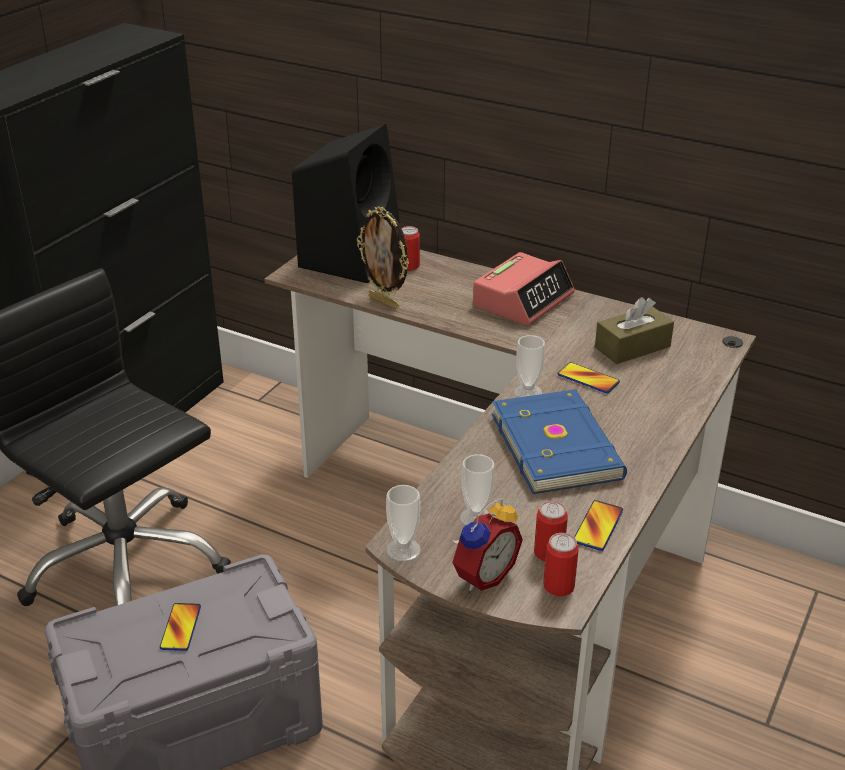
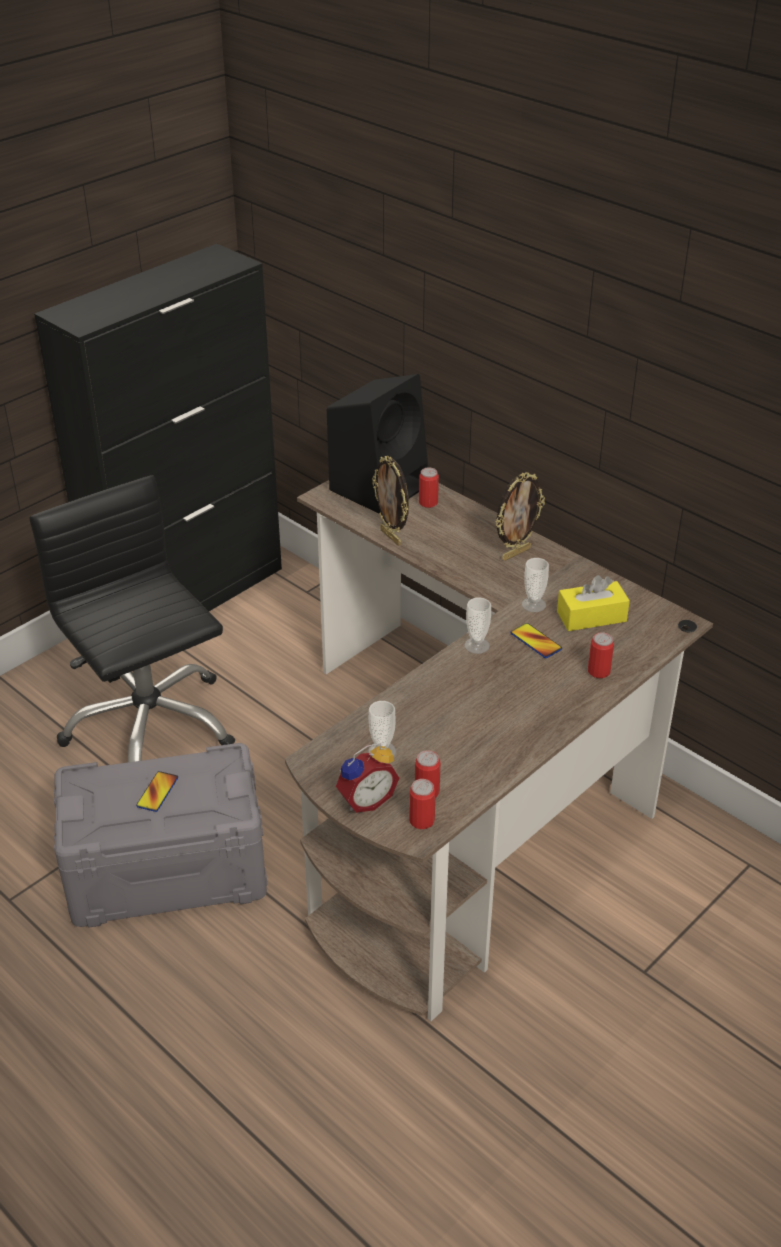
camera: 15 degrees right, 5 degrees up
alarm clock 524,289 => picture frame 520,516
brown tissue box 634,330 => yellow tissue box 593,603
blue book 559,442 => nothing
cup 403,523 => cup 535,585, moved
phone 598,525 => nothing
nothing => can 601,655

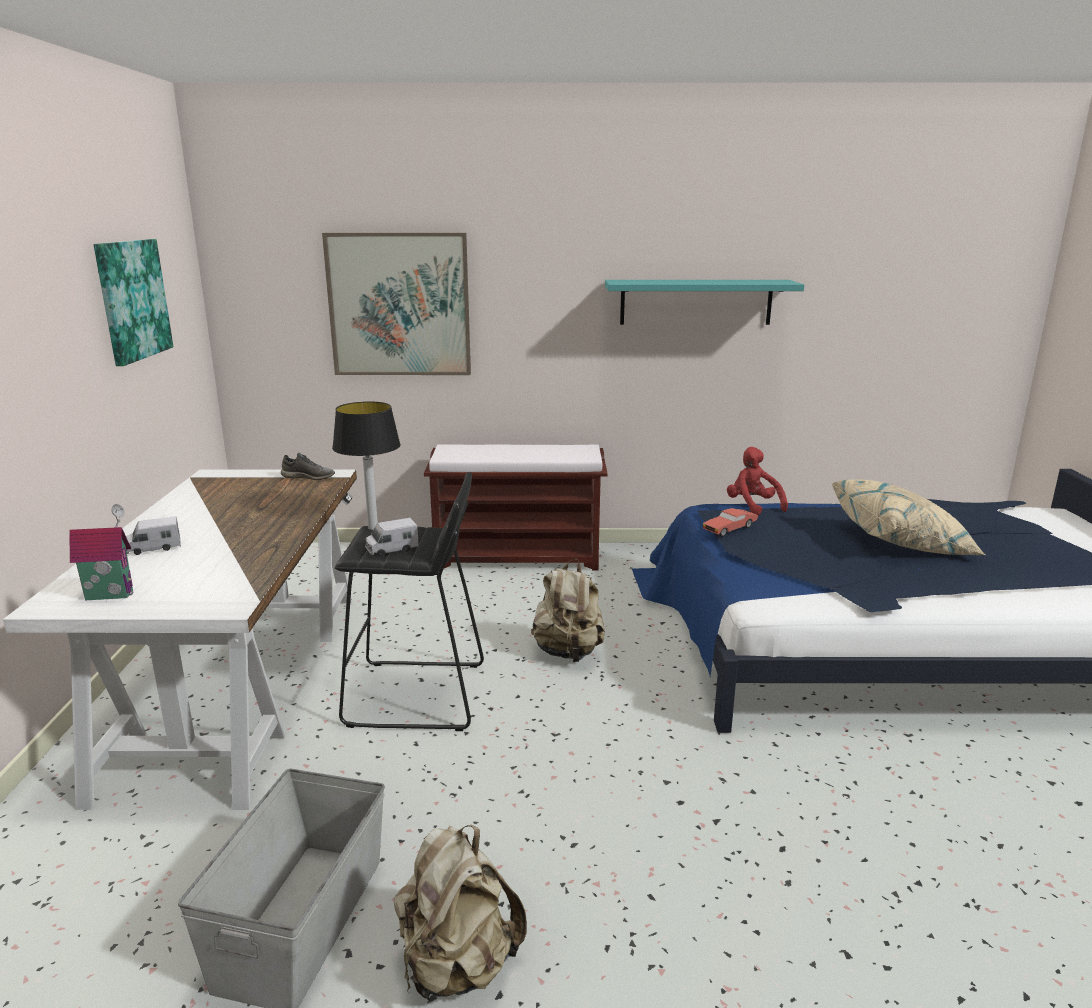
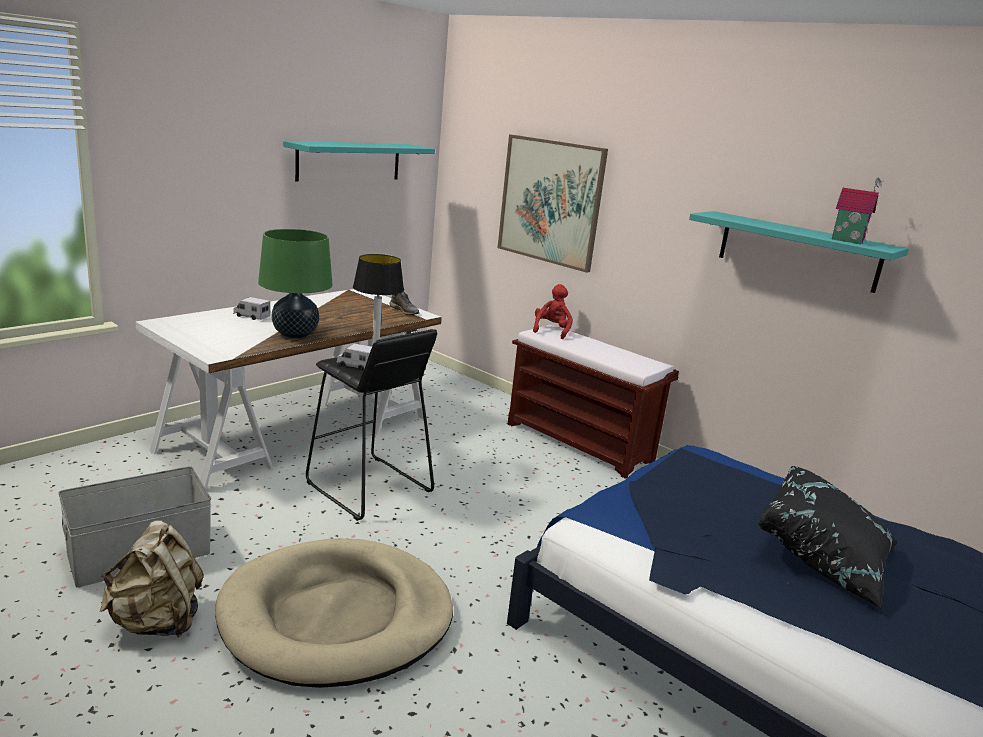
camera: 40 degrees right, 0 degrees up
picture 133,302 => turquoise shelf 359,161
red plush toy 757,481 => red plush toy 553,311, moved
beige pillow 908,517 => black pillow 828,537
toy house 102,552 => toy house 858,211, moved
red toy car 730,522 => nothing
beige backpack 568,610 => nothing
nothing => green table lamp 295,284
nothing => beige dog bed 334,613

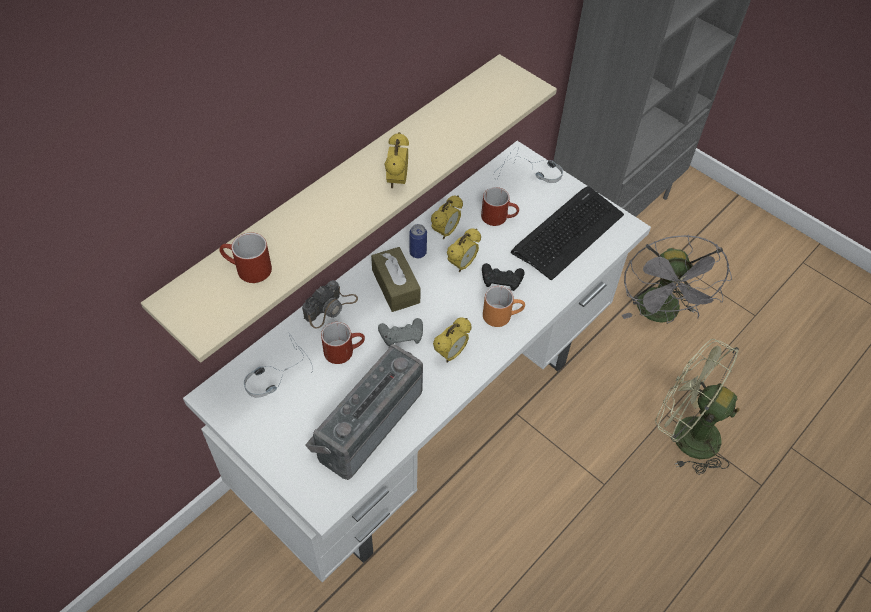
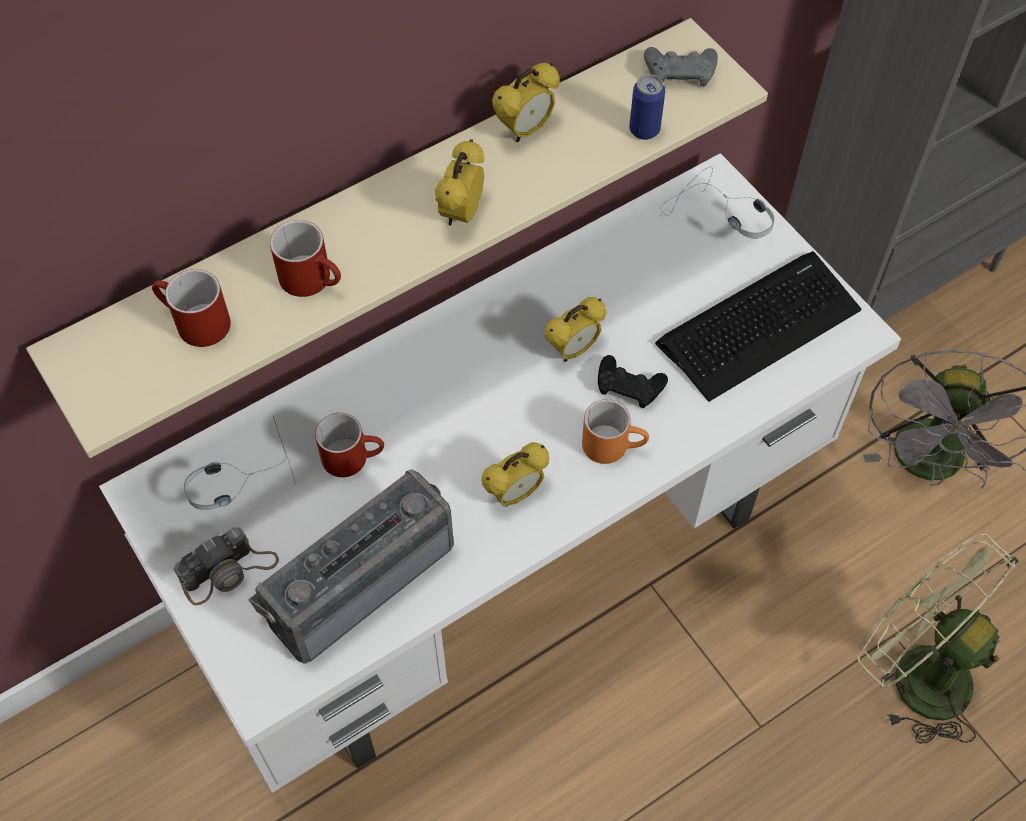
camera: 15 degrees right, 5 degrees up
red mug 500,206 => red mug 305,258, moved
alarm clock 447,217 => alarm clock 526,102, moved
can 418,241 => can 647,107, moved
brown tissue box 396,279 => nothing
photo camera 330,304 => photo camera 226,566, moved
grey game controller 400,332 => grey game controller 681,67, moved

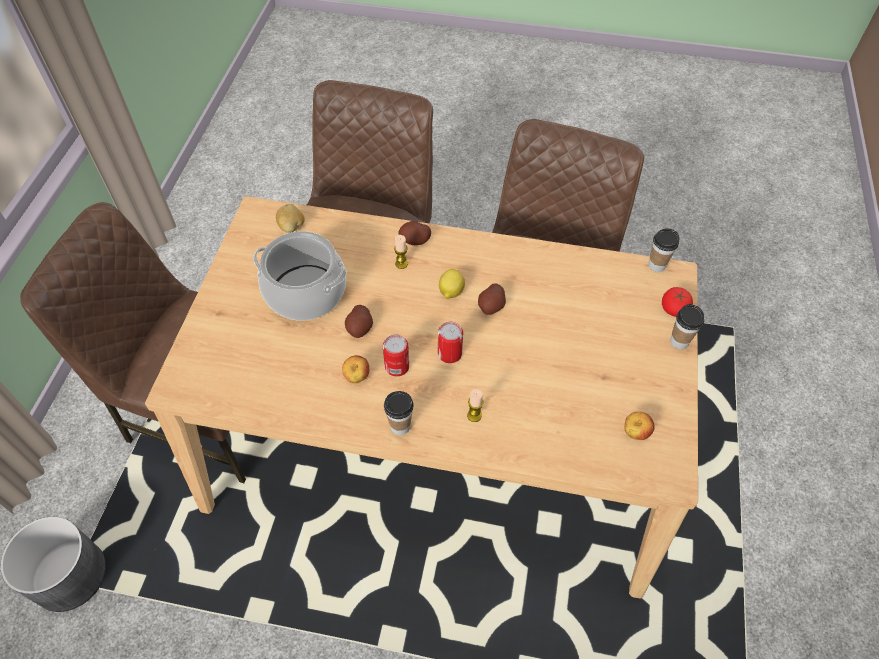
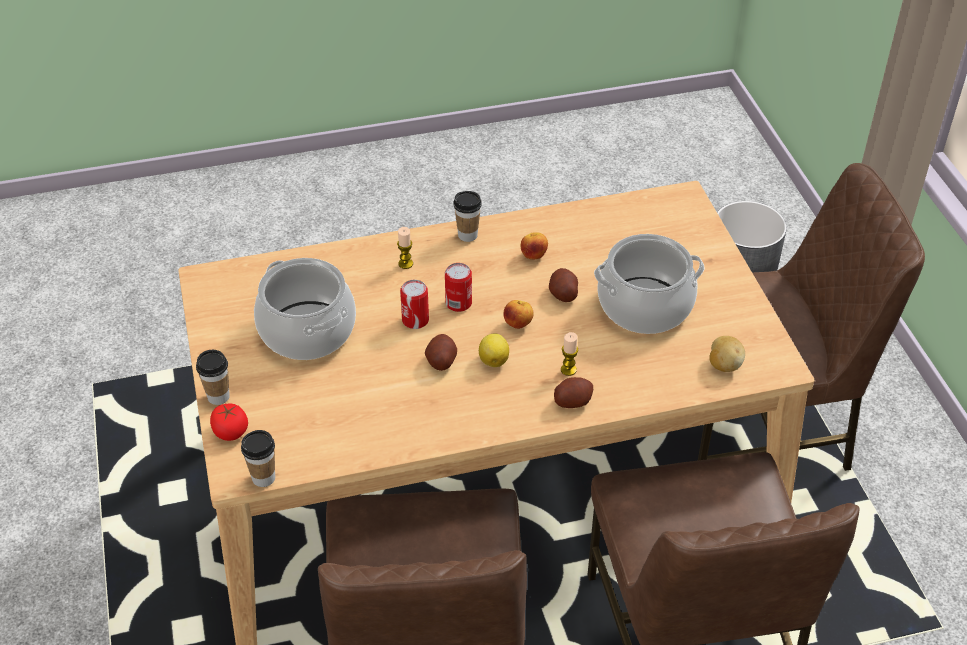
camera: 155 degrees right, 10 degrees down
can 396,355 => can 414,304, moved
apple 639,426 => apple 518,314, moved
nothing => cooking pot 305,309

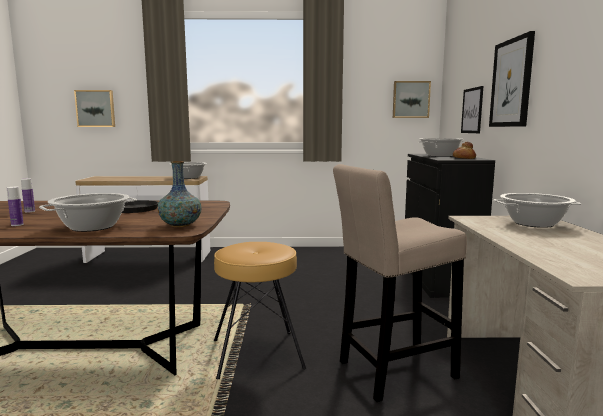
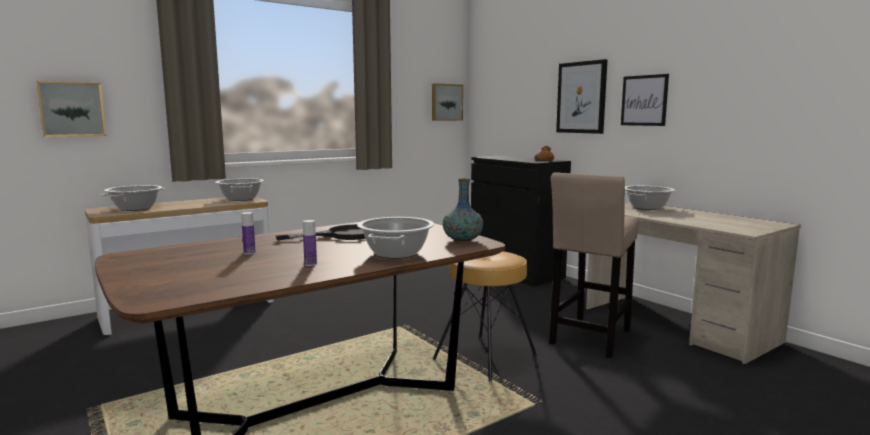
camera: 35 degrees left, 0 degrees up
picture 472,109 => picture 645,100, moved
cooking pot 441,147 => cooking pot 133,198, moved

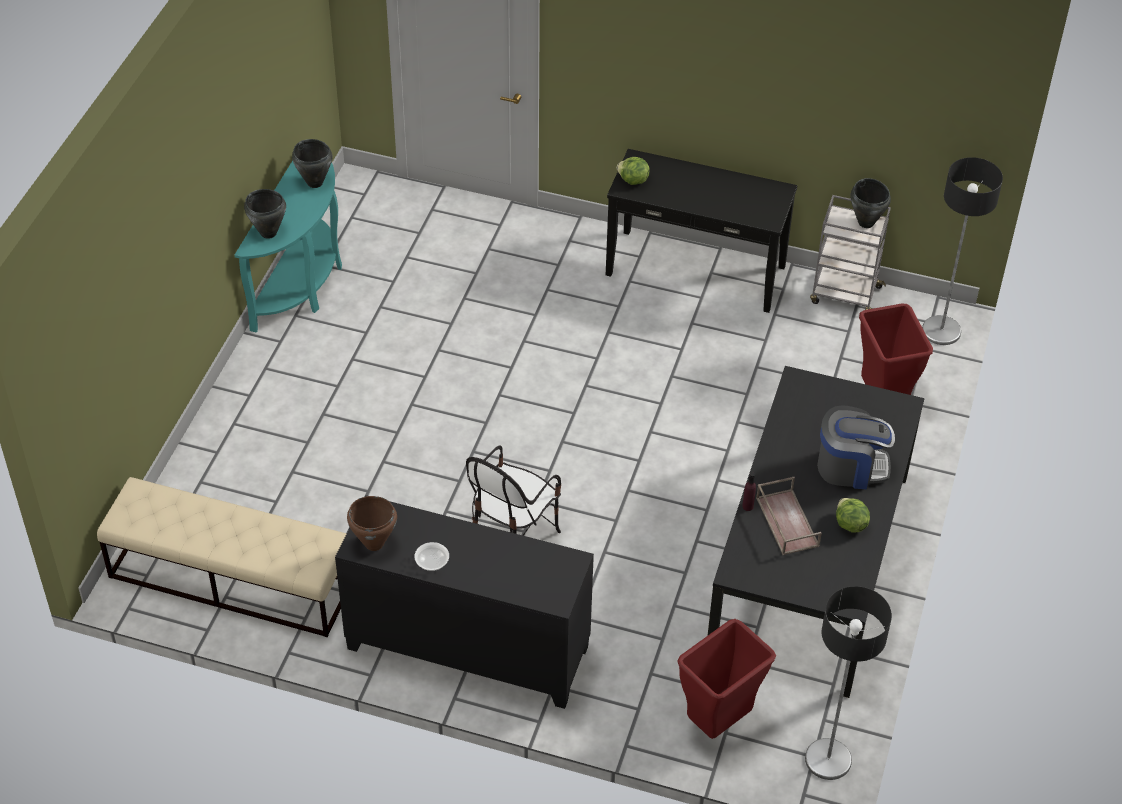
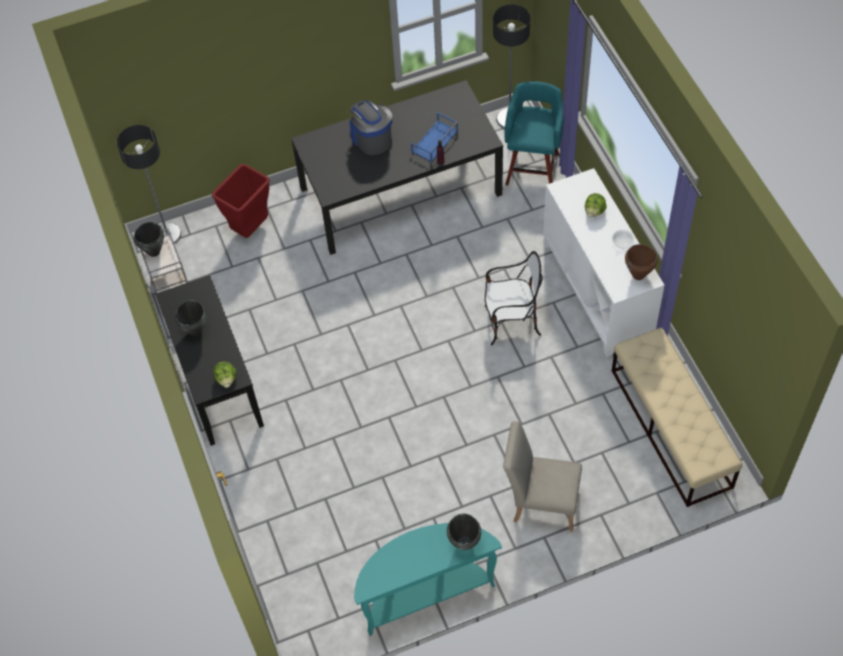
camera: 125 degrees left, 10 degrees up
black cooking pot 312,163 => black cooking pot 191,318, moved
brown tray 789,516 => blue tray 434,137
black cabinet 464,602 => white cabinet 603,262
lettuce 853,515 => lettuce 596,205, moved
red trash can 726,679 => turquoise stool 534,133
nothing => beige chair 542,476

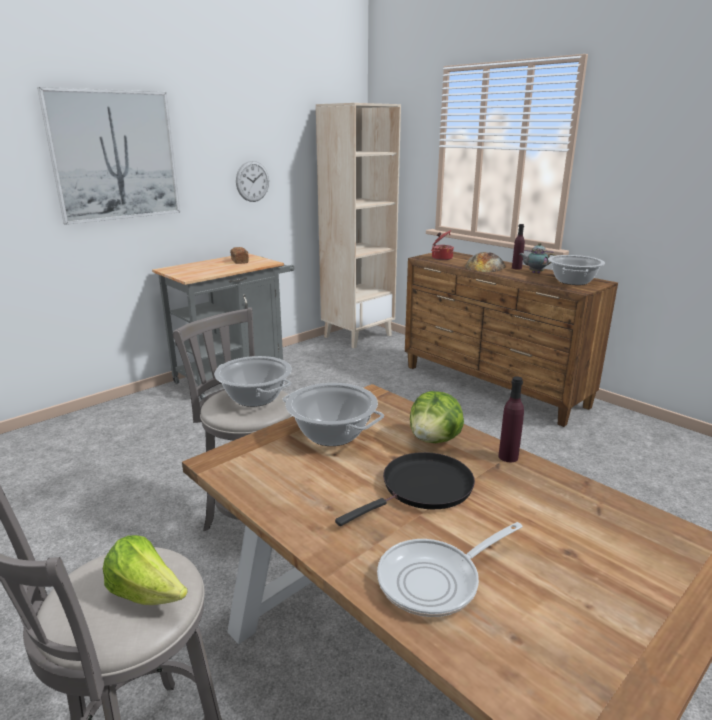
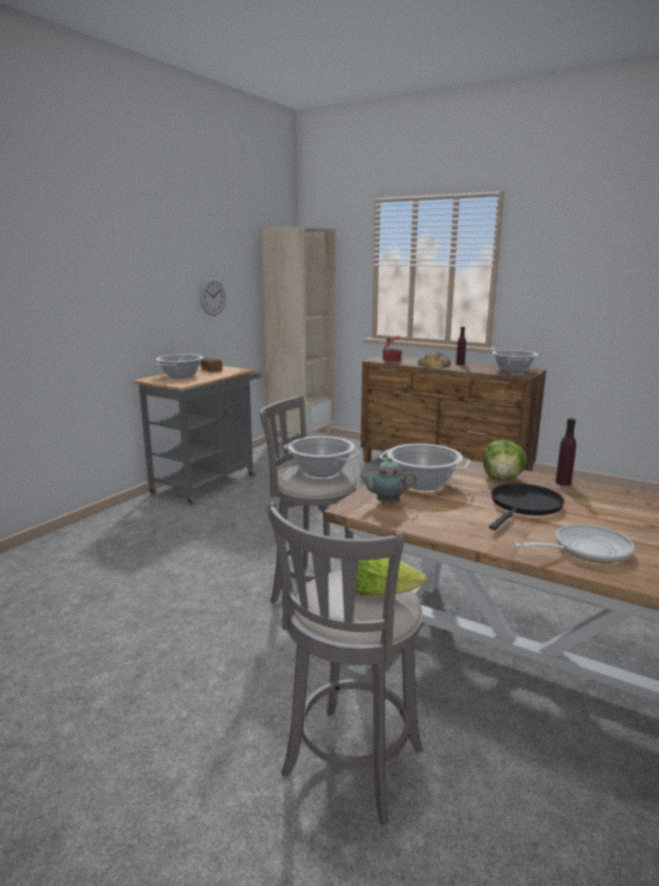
camera: 15 degrees left, 5 degrees down
picture 108,156 => nothing
teapot 537,258 => teapot 388,480, moved
frying pan 450,569 => frying pan 574,543, 150 degrees counterclockwise
nothing => cooking pot 179,366

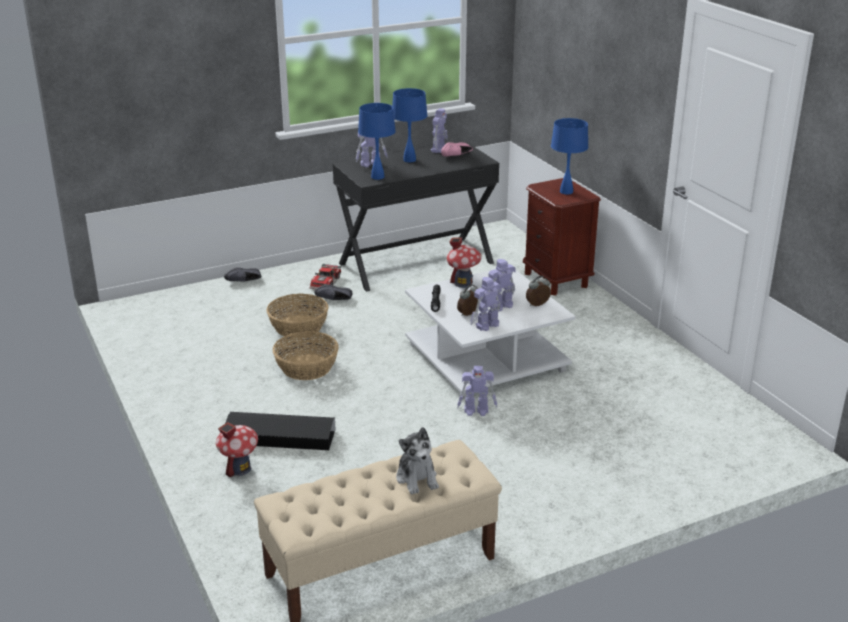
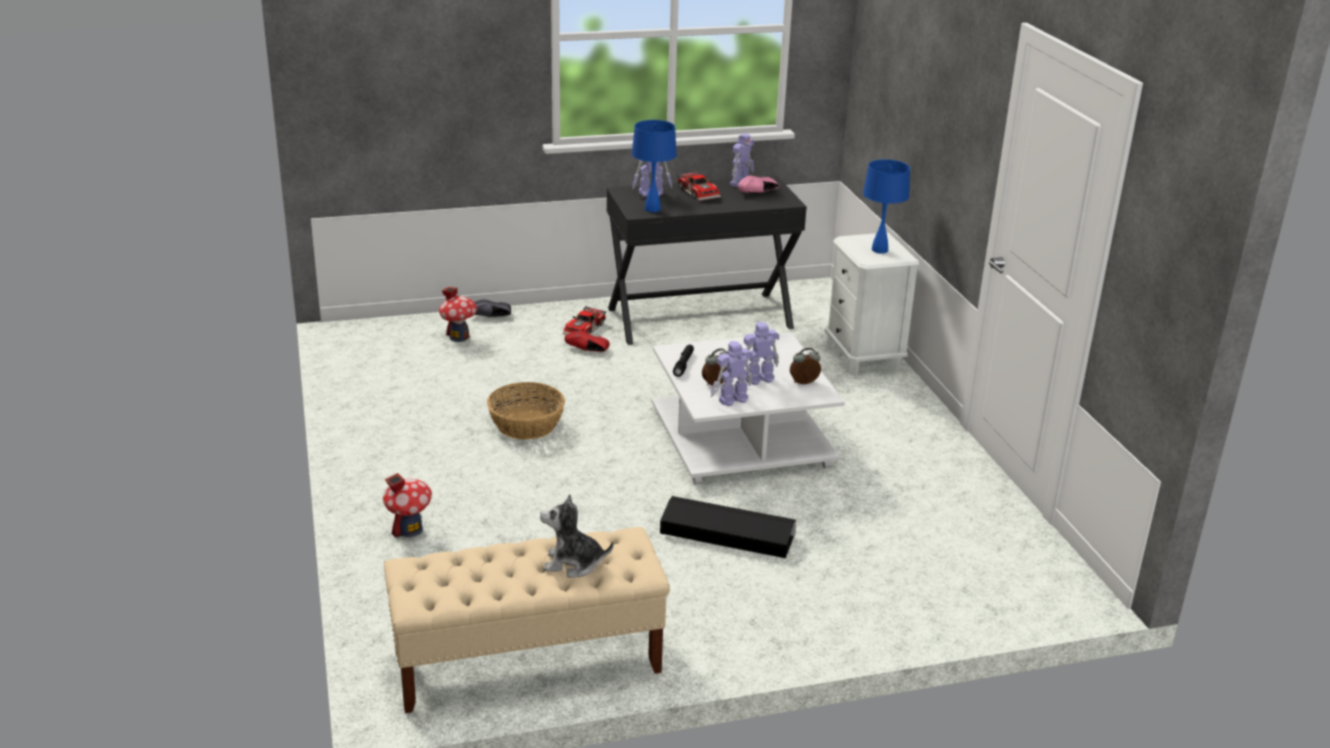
camera: 10 degrees right, 0 degrees up
blue table lamp 410,125 => toy car 699,186
brown nightstand 562,237 => white nightstand 872,304
toy house 464,262 => toy house 458,314, moved
black shoe 333,292 => red shoe 587,341
basket 297,315 => nothing
toy robot 477,391 => nothing
black storage box 281,431 => black storage box 728,527, moved
plush toy 417,461 => plush toy 577,536, 105 degrees clockwise

